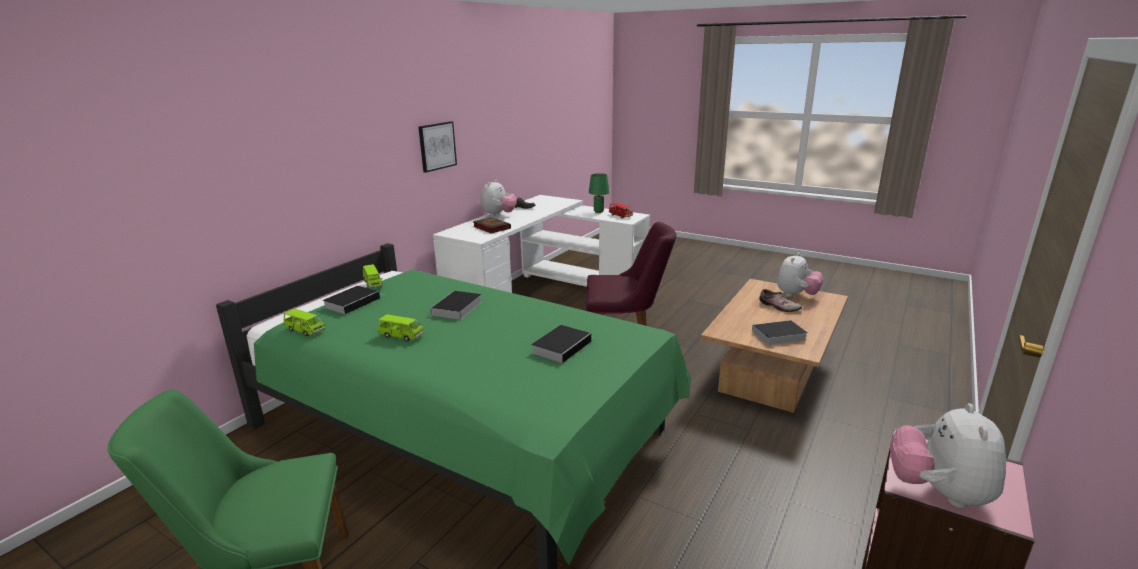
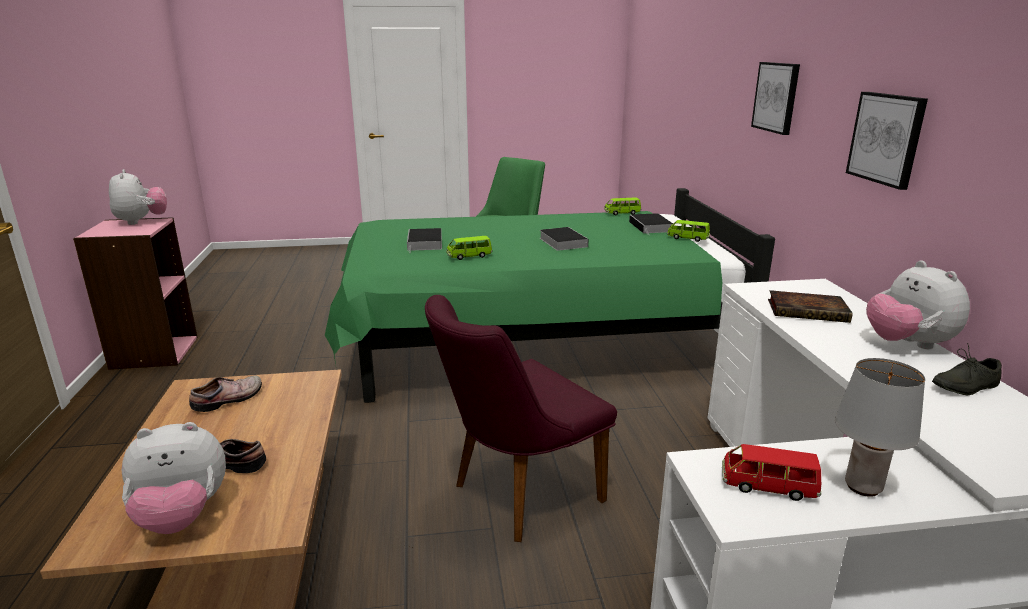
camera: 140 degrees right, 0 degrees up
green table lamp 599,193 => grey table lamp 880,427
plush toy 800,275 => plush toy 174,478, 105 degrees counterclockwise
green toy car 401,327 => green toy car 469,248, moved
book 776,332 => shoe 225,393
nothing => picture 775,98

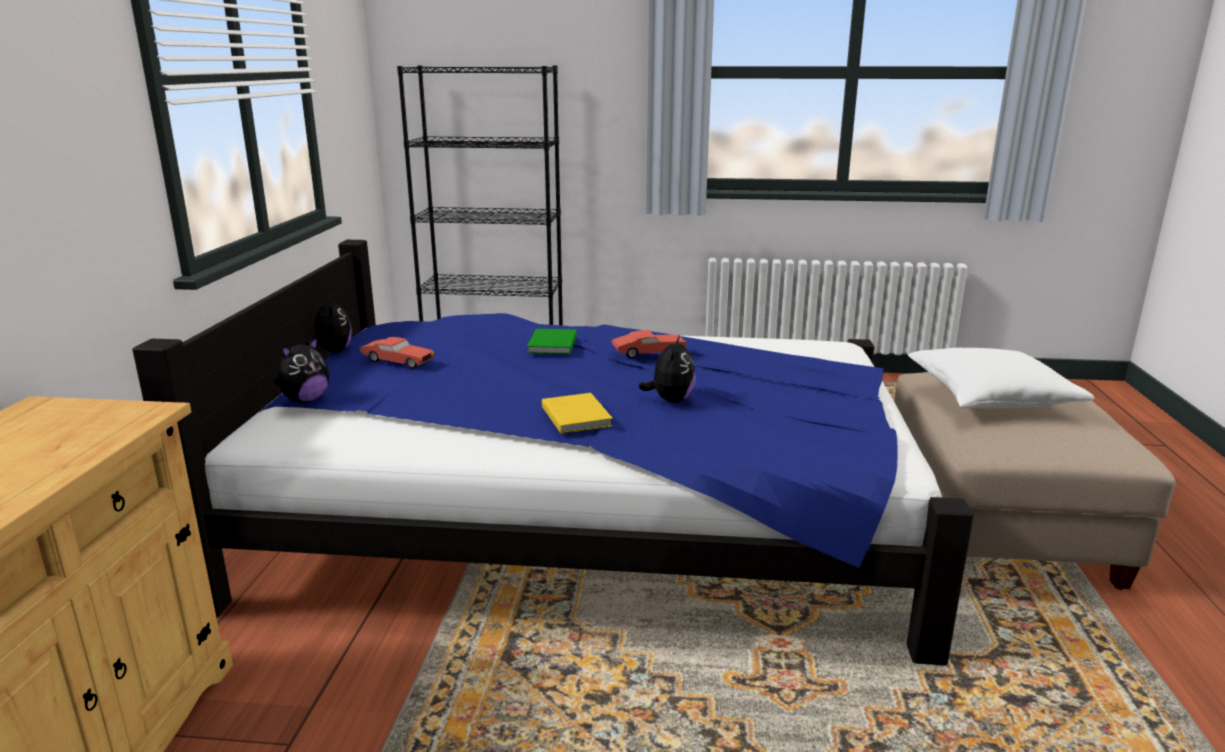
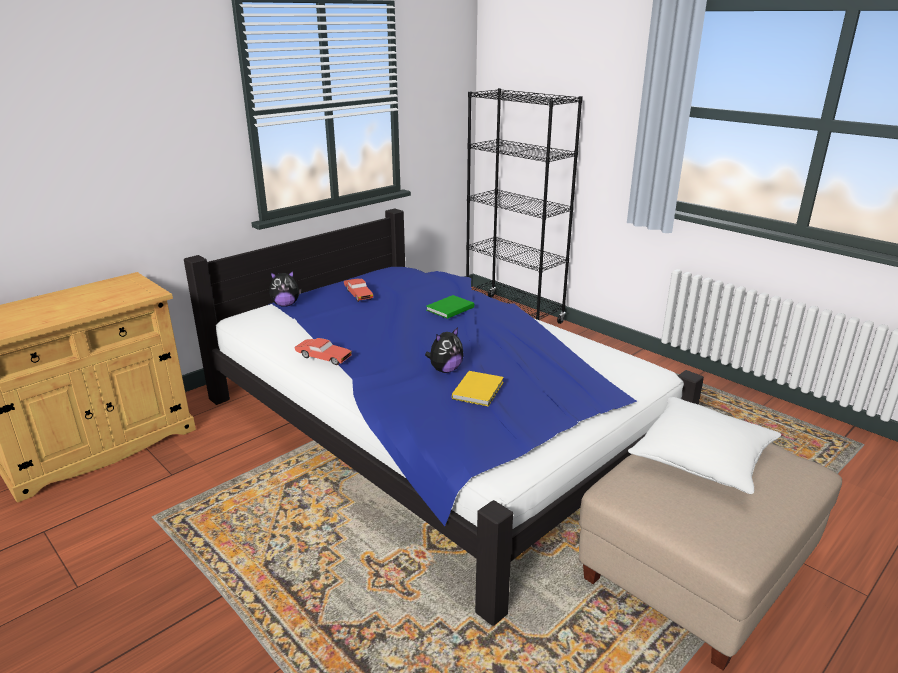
camera: 40 degrees right, 5 degrees up
plush toy 329,324 => nothing
red toy car 649,344 => red toy car 323,351, moved
yellow book 577,413 => yellow book 478,389, moved

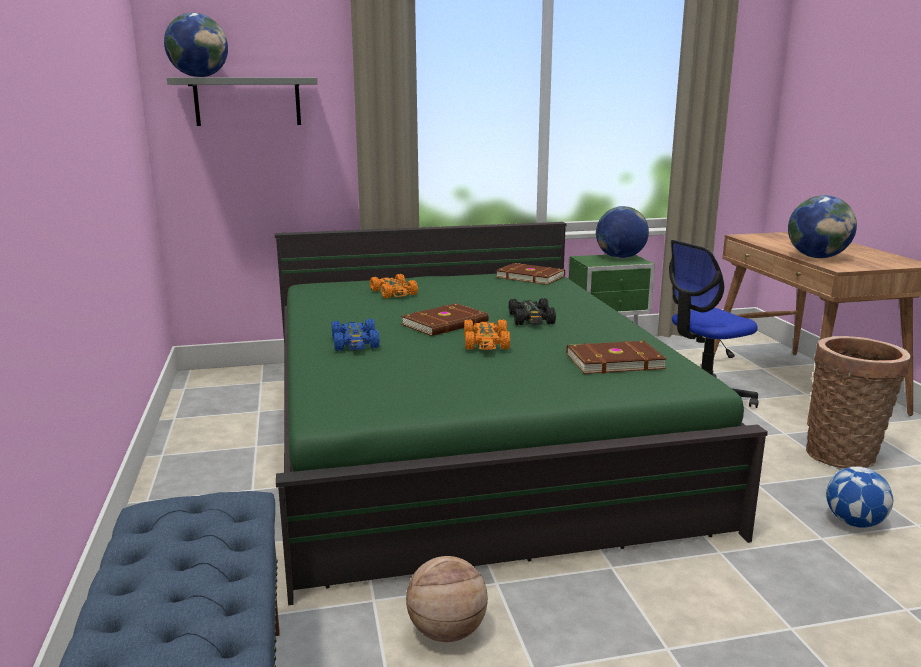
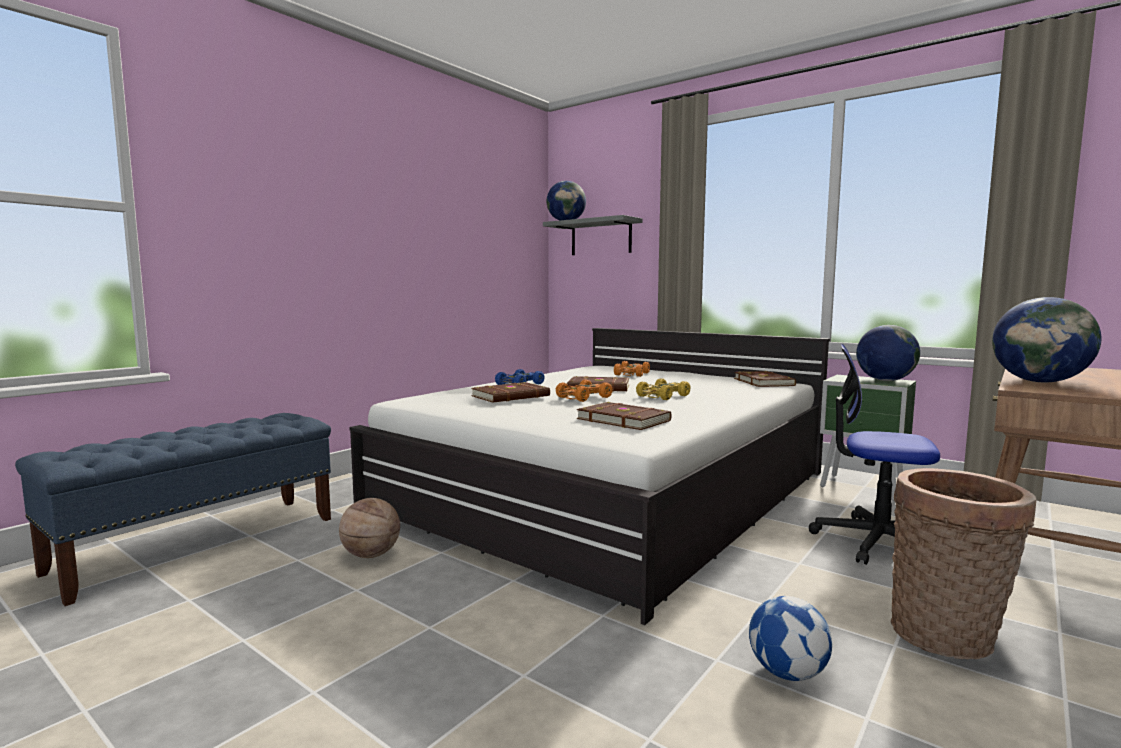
camera: 50 degrees right, 10 degrees down
green bed 521,413 => white bed 589,476
black toy car 532,311 => yellow toy car 663,389
nothing => brown book 510,392

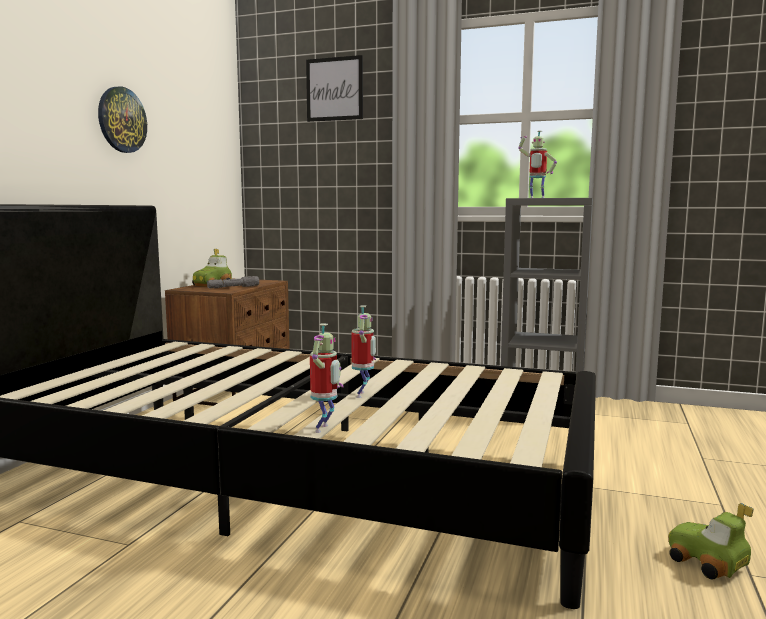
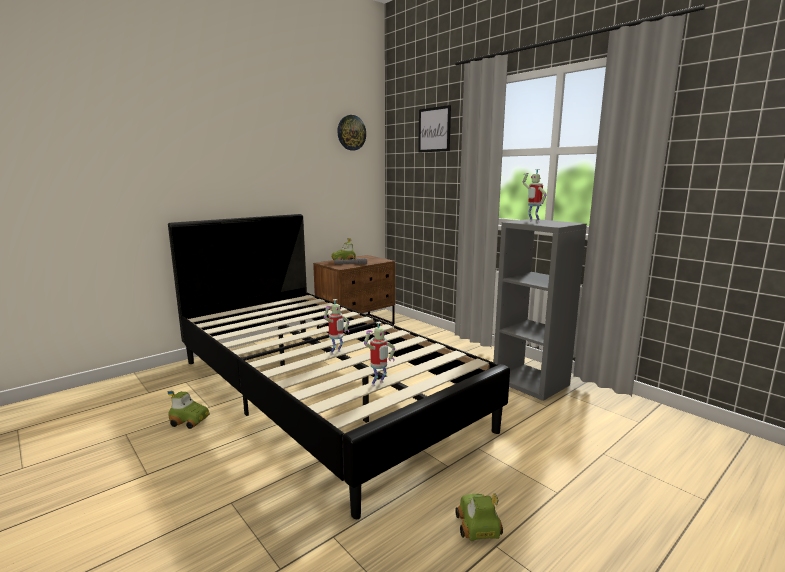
camera: 30 degrees right, 5 degrees up
wall clock 122,119 => wall clock 351,132, moved
toy robot 327,378 => toy robot 379,354, moved
nothing => toy car 188,410

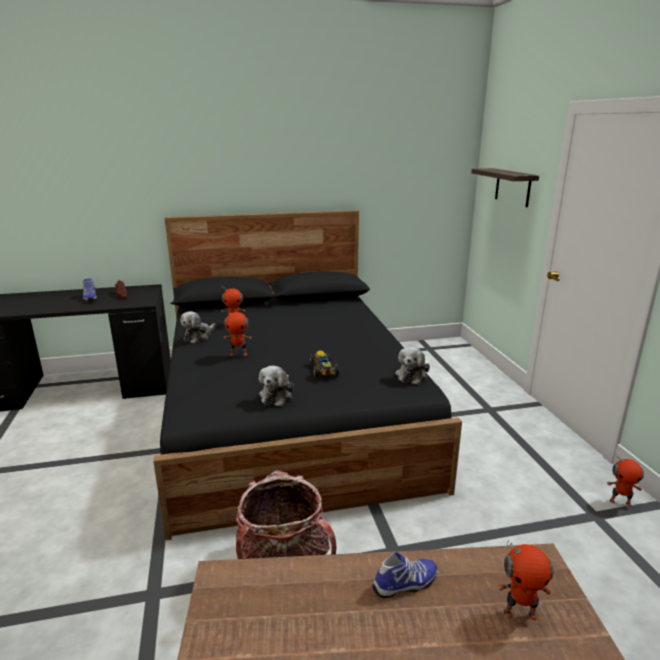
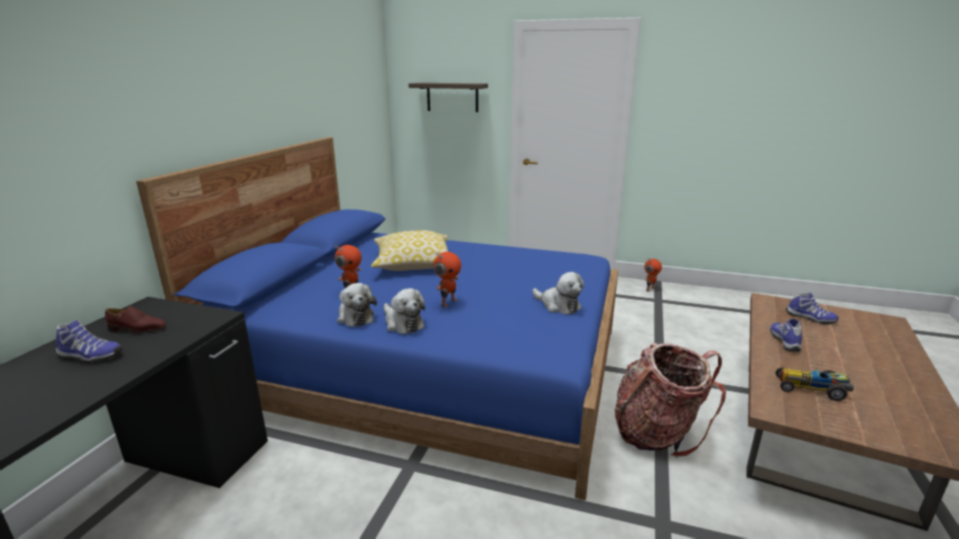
camera: 60 degrees left, 0 degrees up
black bed 307,375 => blue bed 377,318
plush toy 412,365 => plush toy 404,311, moved
toy car 324,364 => toy car 815,384, moved
toy robot 525,580 => shoe 812,308
nothing => pillow 410,250

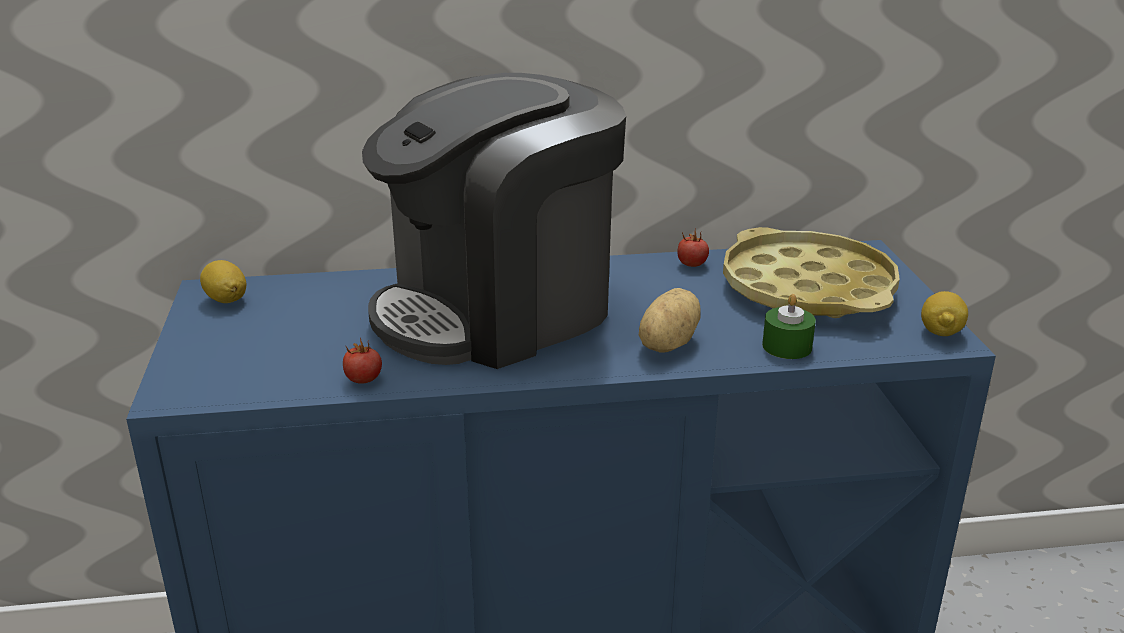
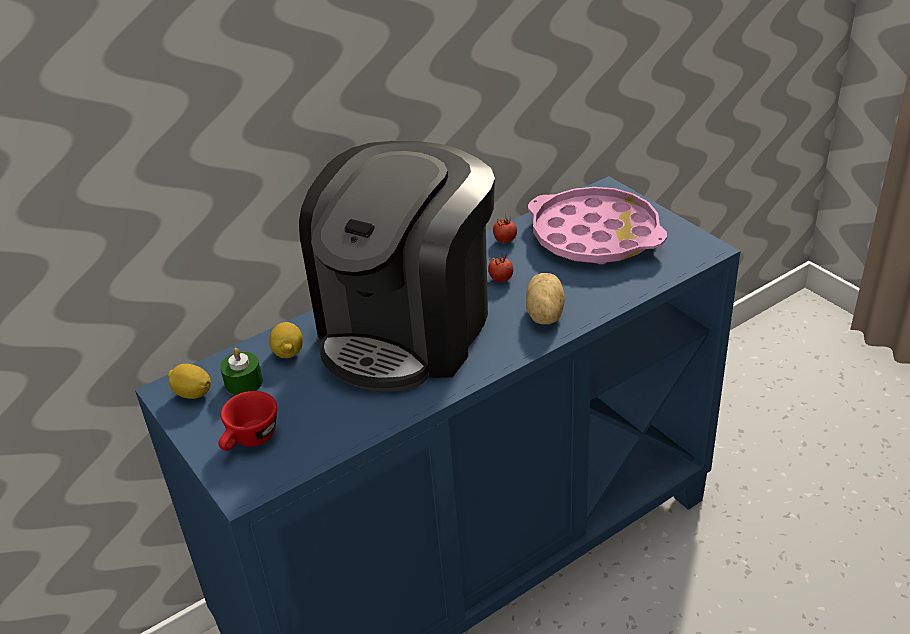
camera: 25 degrees left, 10 degrees up
yellow tray 811,272 => pink tray 597,225
lemon 944,313 => lemon 286,340, moved
green candle 789,326 => green candle 241,371, moved
tomato 362,360 => tomato 500,267, moved
nothing => red cup 247,421

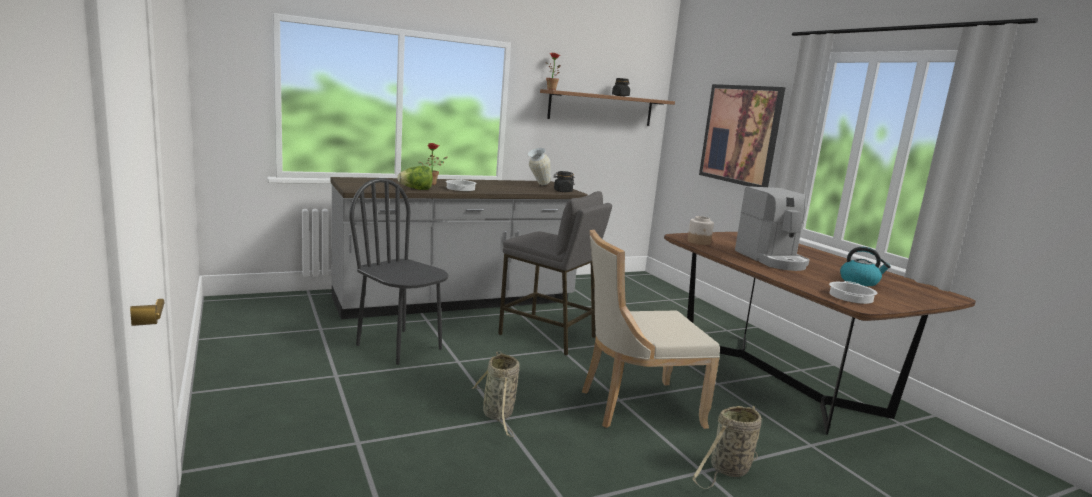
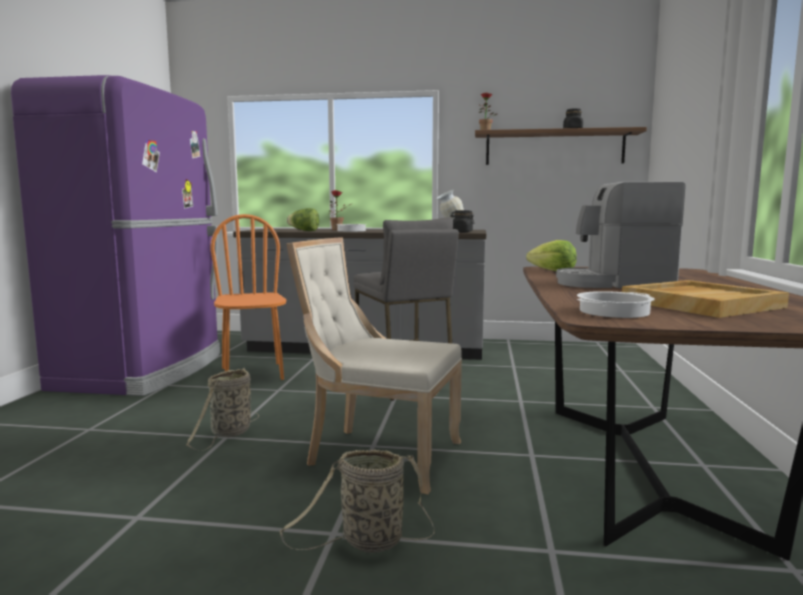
camera: 35 degrees right, 5 degrees down
picture 742,135 => nothing
black chair 398,271 => orange chair 248,297
coffee machine 772,228 => coffee machine 620,235, 75 degrees clockwise
jar 701,230 => lettuce 551,255
kettle 865,266 => beige tray 705,299
nothing => purple fridge 115,235

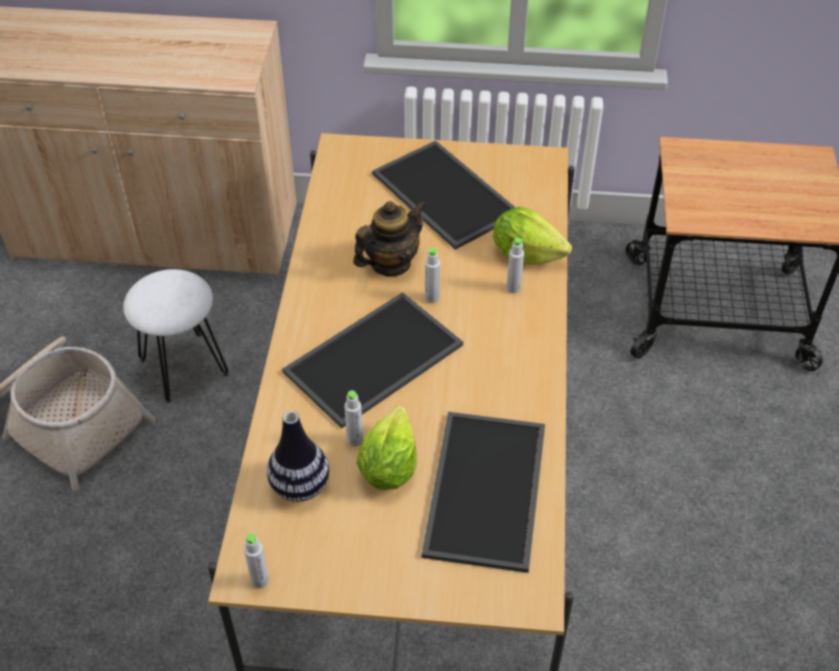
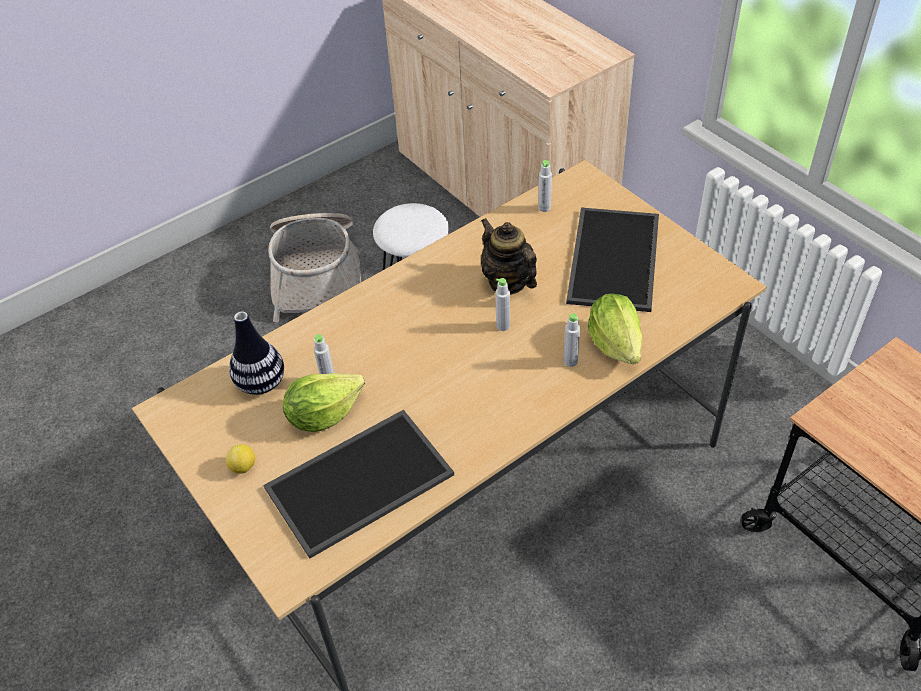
camera: 50 degrees right, 0 degrees up
teapot 390,238 => teapot 509,256, 135 degrees counterclockwise
tray 372,360 => nothing
grey bottle 256,560 => grey bottle 545,186, moved
nothing => lemon 240,459

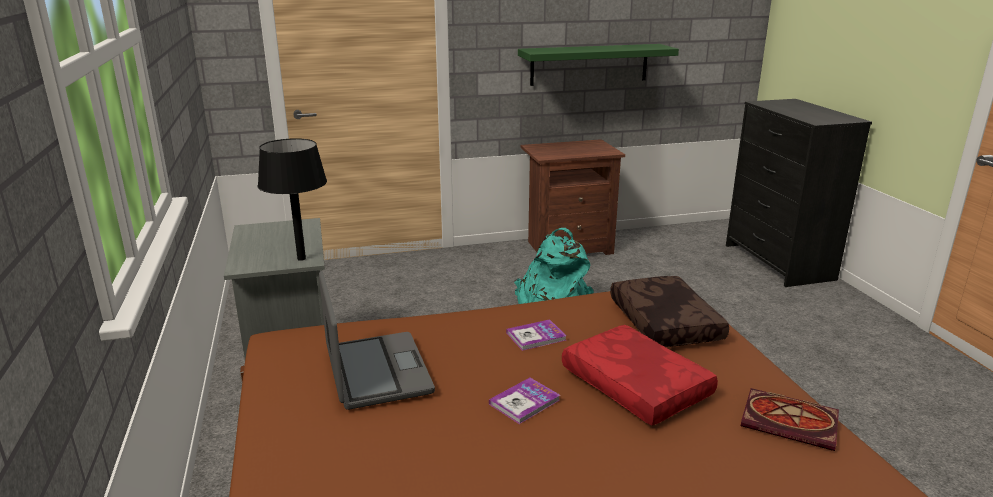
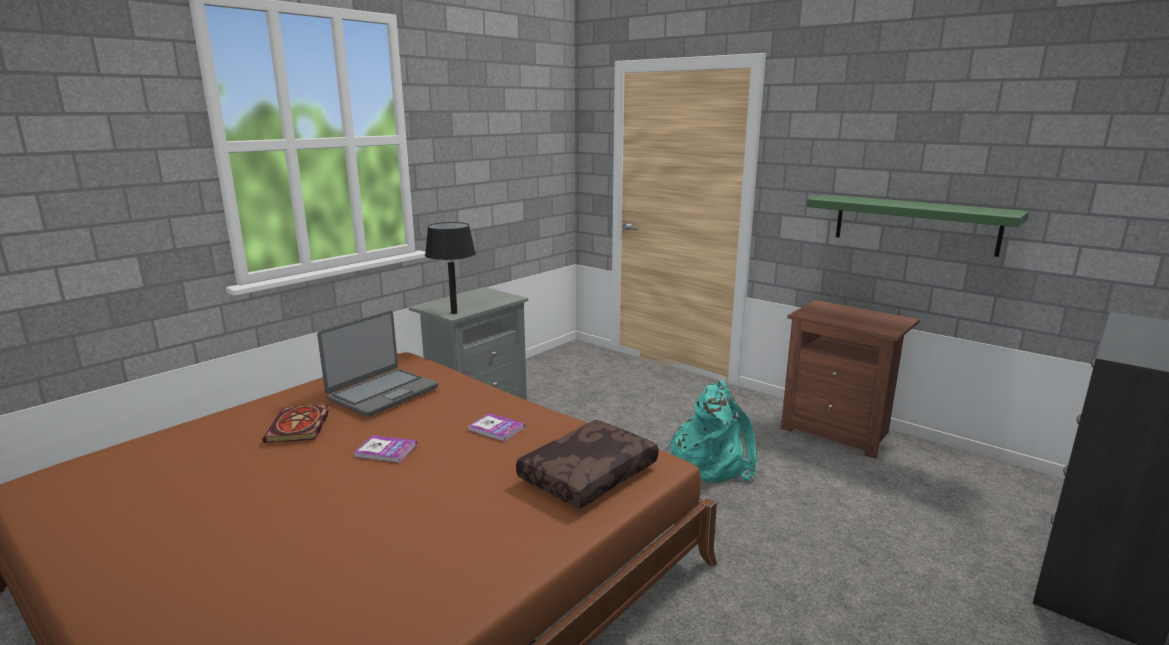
camera: 55 degrees right, 5 degrees down
red pillow 640,375 => nothing
book 790,419 => book 295,424, moved

